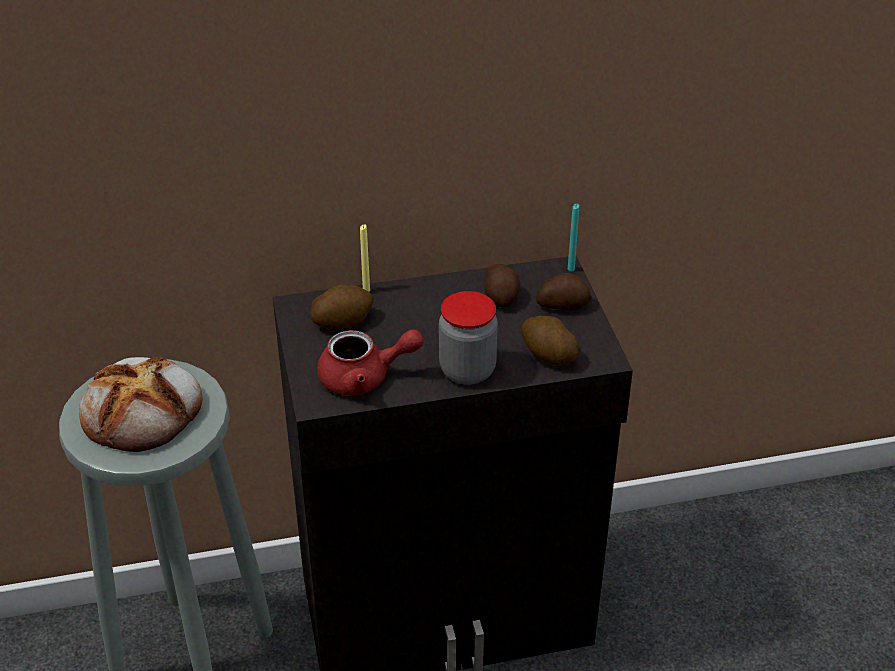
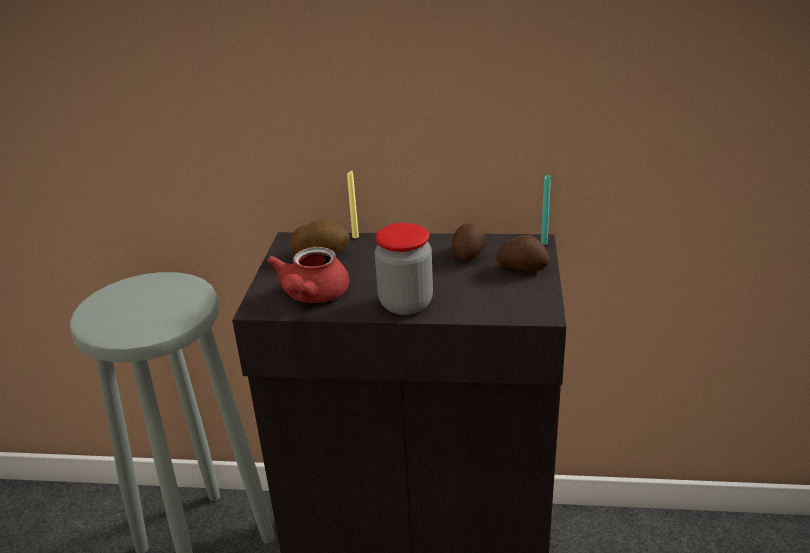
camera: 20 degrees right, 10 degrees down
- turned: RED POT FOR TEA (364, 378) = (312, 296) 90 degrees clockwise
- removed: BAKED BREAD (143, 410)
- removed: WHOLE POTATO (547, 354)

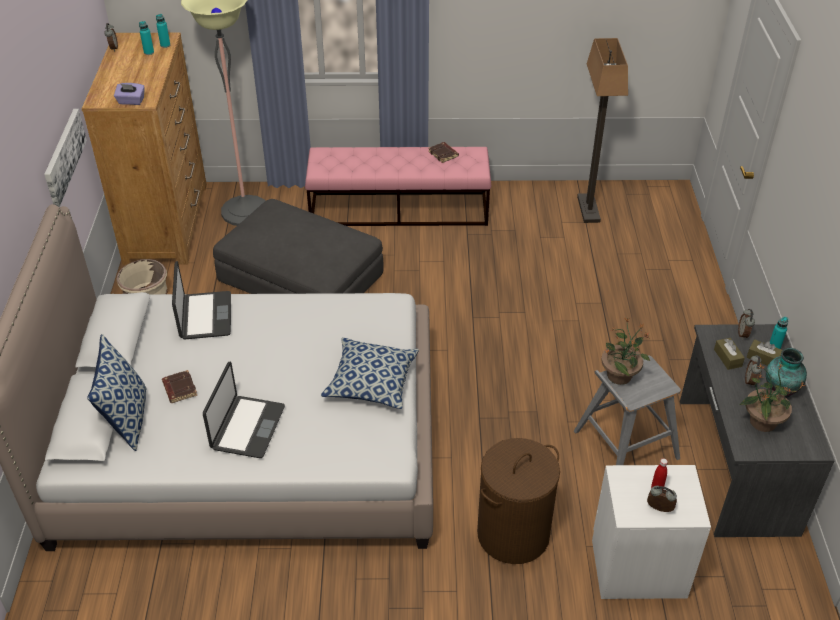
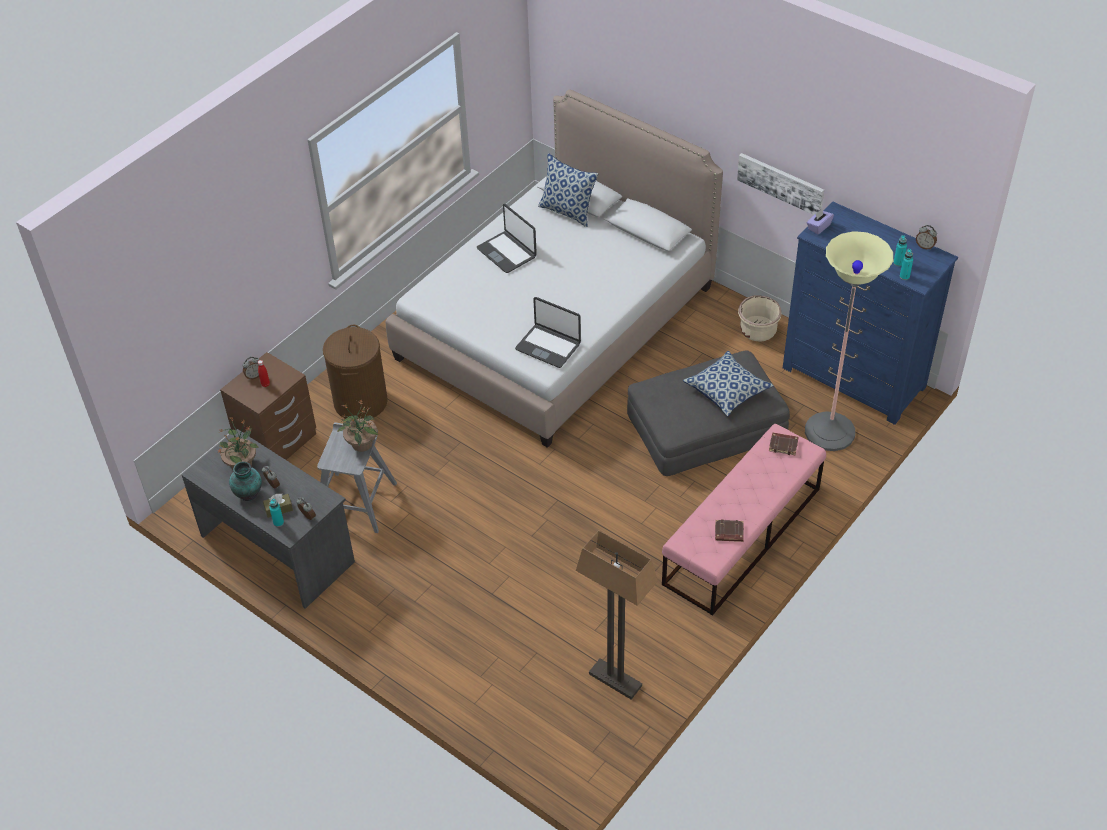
camera: 130 degrees right, 5 degrees up
- recoloured: WHITISH NIGHT TABLE (638, 566) to BROWN-COLOURED NIGHT TABLE (277, 442)
- moved: NOTEBOOK COMPUTER (205, 316) to (548, 346)
- moved: THROW PILLOW (371, 382) to (727, 391)
- moved: BROWN-COLOURED BOOK (179, 389) to (783, 445)
- recoloured: BROWN-COLOURED DRAWER CHEST (167, 222) to BLUE-COLOURED DRAWER CHEST (854, 378)
- removed: BROWN-COLOURED TISSUE BOX (727, 358)

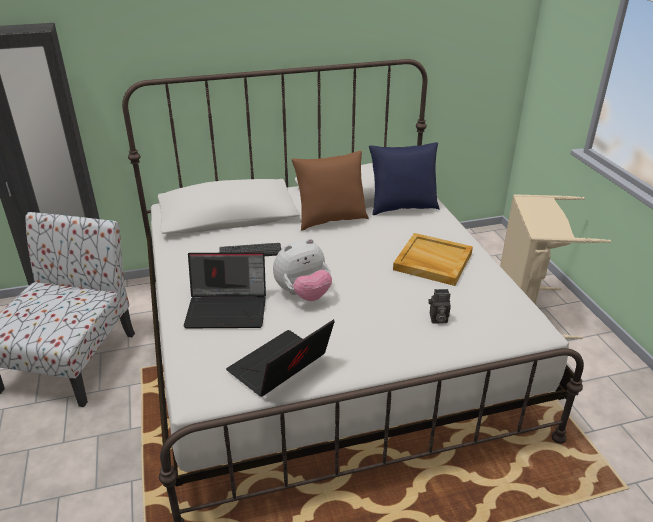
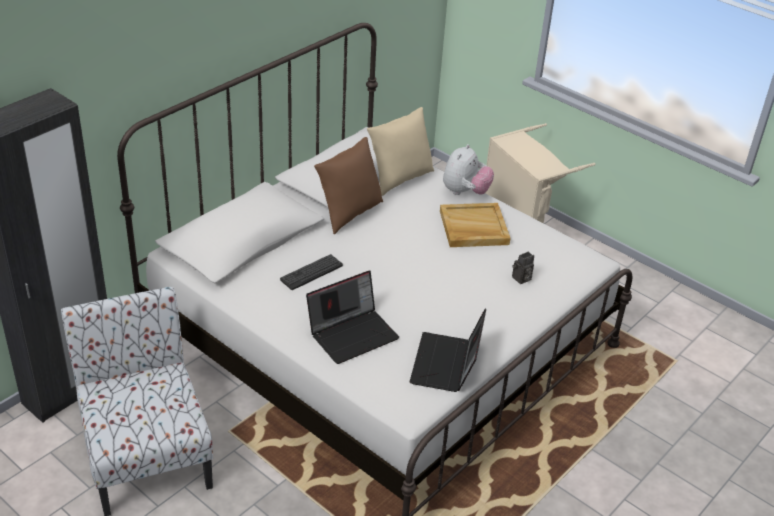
camera: 35 degrees left, 5 degrees up
- recoloured: BLUE-COLOURED THROW PILLOW (402, 207) to BEIGE THROW PILLOW (399, 179)
- moved: SOFT TOY (303, 294) to (465, 192)

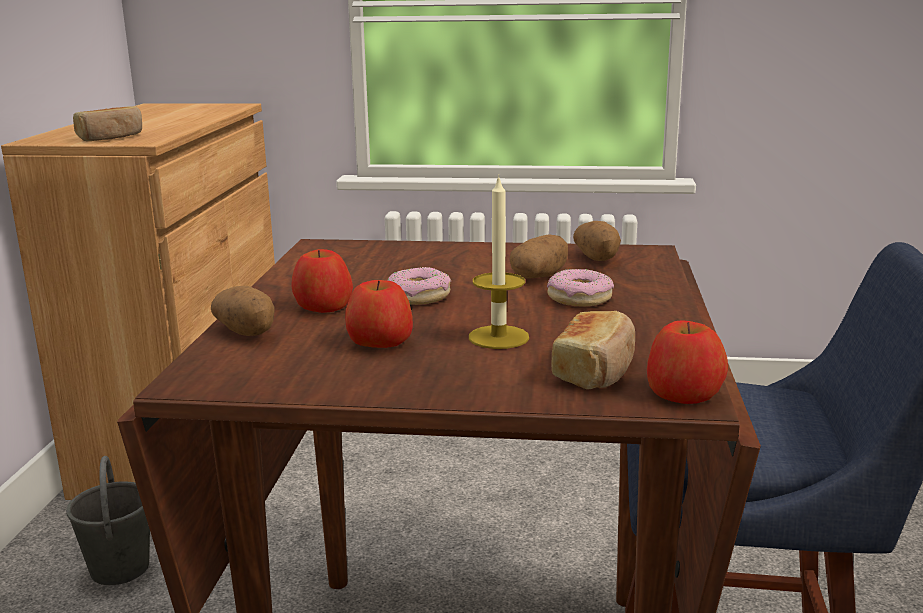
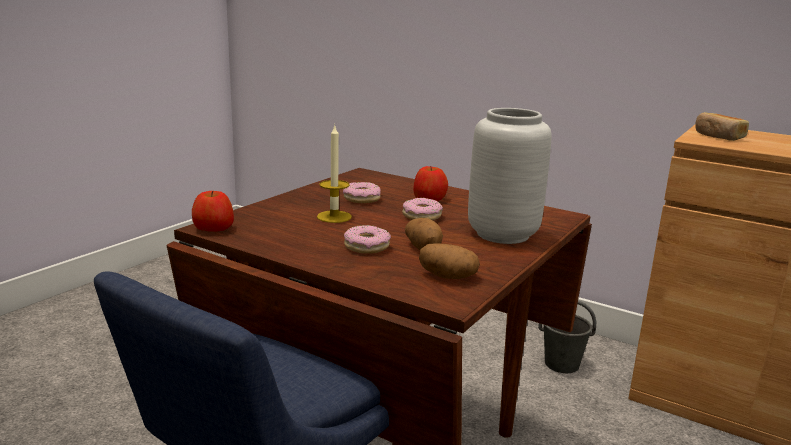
camera: 115 degrees right, 0 degrees up
- replaced: WHOLE APPLE (379, 342) to DOUGHNUT (362, 198)
- added: GREY FLOWER VASE (502, 234)
- removed: WHOLE POTATO (248, 332)
- removed: BAKED BREAD (596, 370)

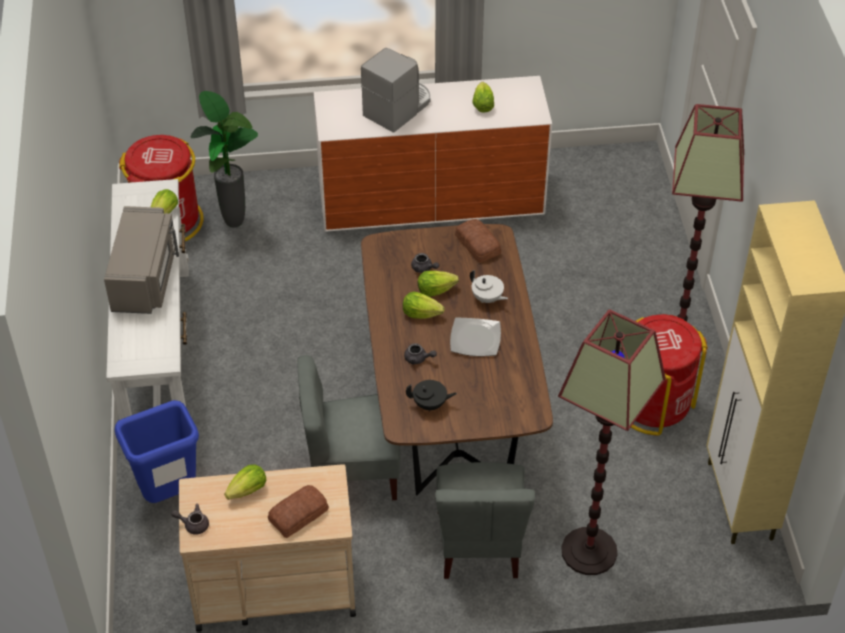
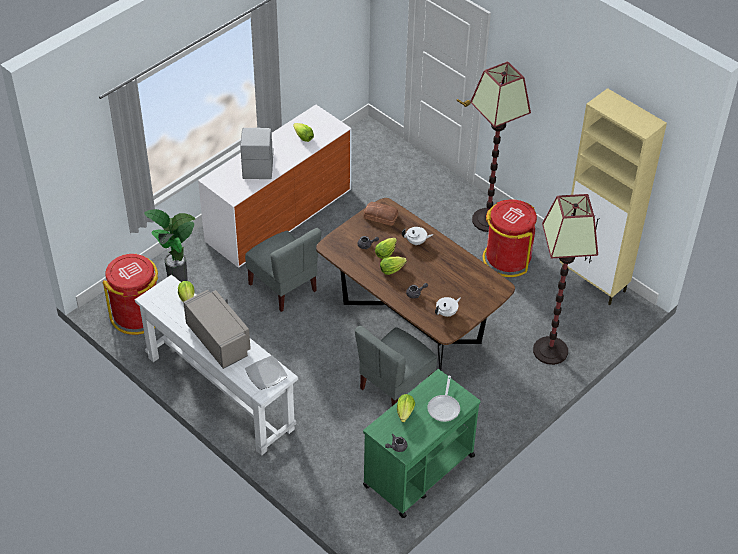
camera: 40 degrees left, 0 degrees up
- moved: GREY CHAIR (479, 544) to (284, 287)
- moved: DINNER PLATE (476, 338) to (266, 373)
- recoloured: BEIGE TROLLEY (273, 588) to GREENISH TROLLEY (418, 471)
- replaced: BAKED BREAD (299, 515) to FRYING PAN (444, 407)
- recoloured: BLACKISH POT FOR TEA (430, 404) to WHITISH POT FOR TEA (447, 313)
- removed: BLUE-COLOURED WASTE BIN (168, 495)

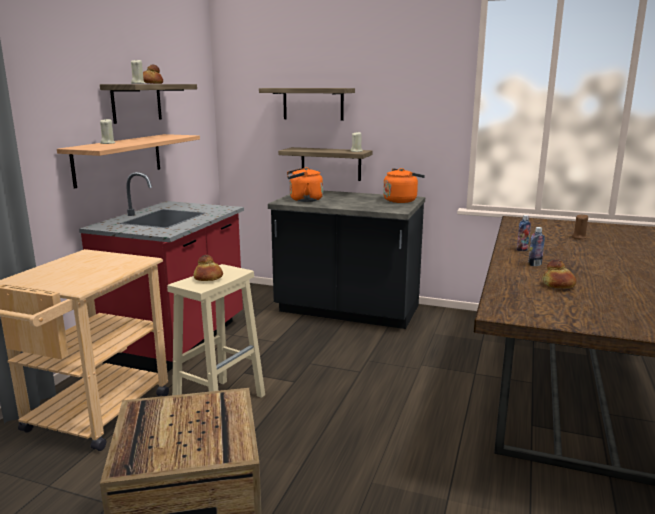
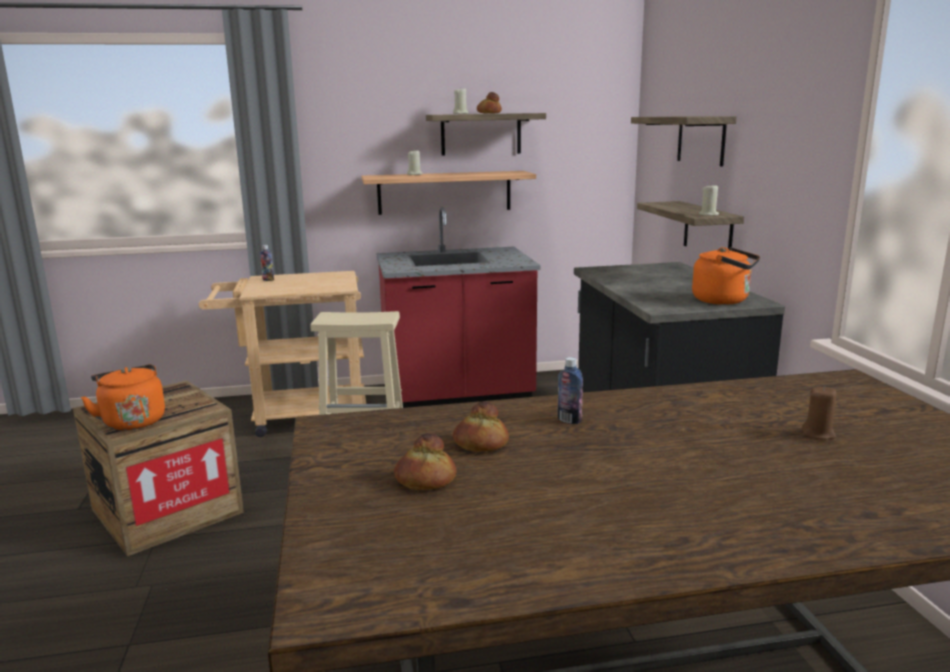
camera: 60 degrees right, 0 degrees up
- moved: ORANGE-COLOURED TEA KETTLE (303, 200) to (132, 421)
- moved: BOTTLE (522, 250) to (268, 280)
- moved: BAKED BREAD (208, 278) to (425, 480)

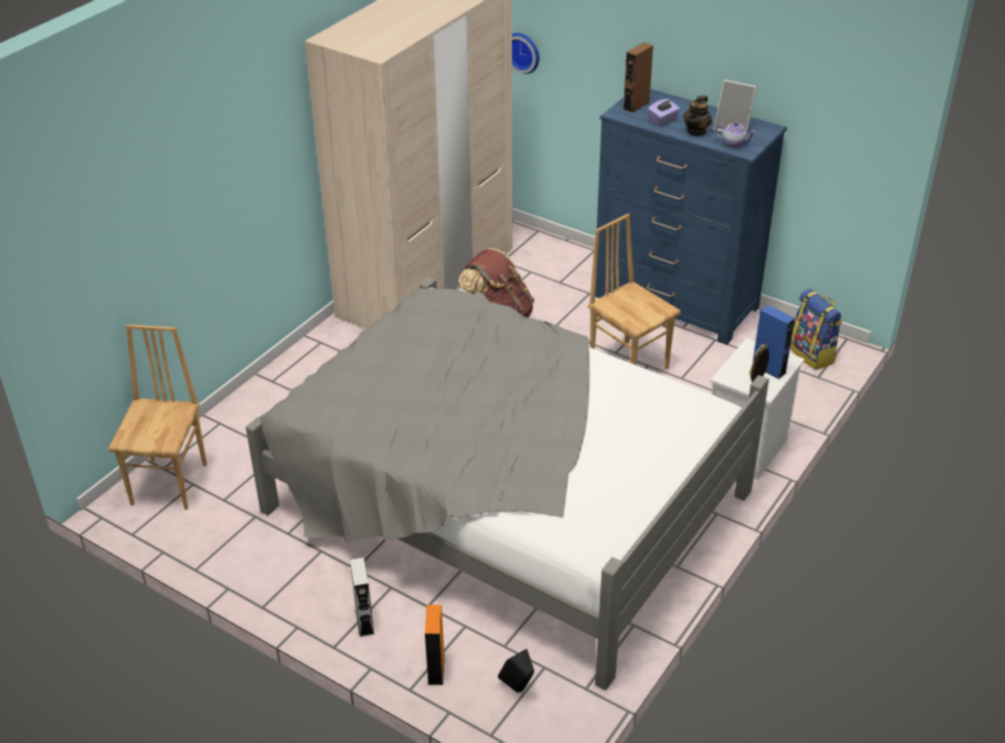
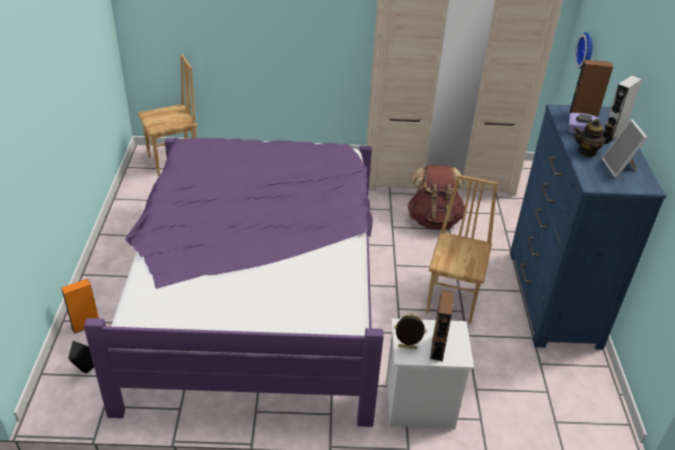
camera: 55 degrees right, 0 degrees up
- recoloured: GREY BEDROOM BED (503, 502) to PURPLE-COLOURED BEDROOM BED (256, 294)
- recoloured: BLUE-COLOURED LOUDSPEAKER (769, 369) to BROWN-COLOURED LOUDSPEAKER (437, 348)
- moved: GREY LOUDSPEAKER (364, 621) to (613, 133)
- removed: POT FOR TEA (733, 144)
- removed: RUCKSACK (812, 354)

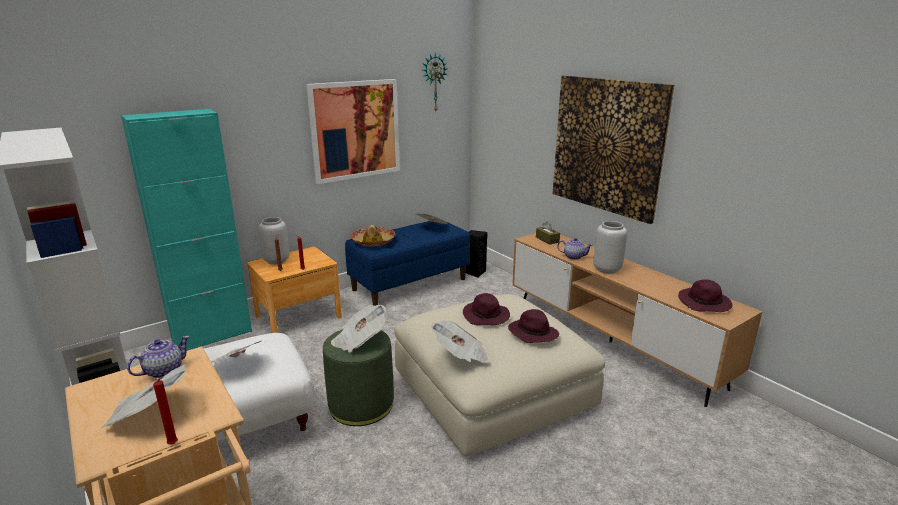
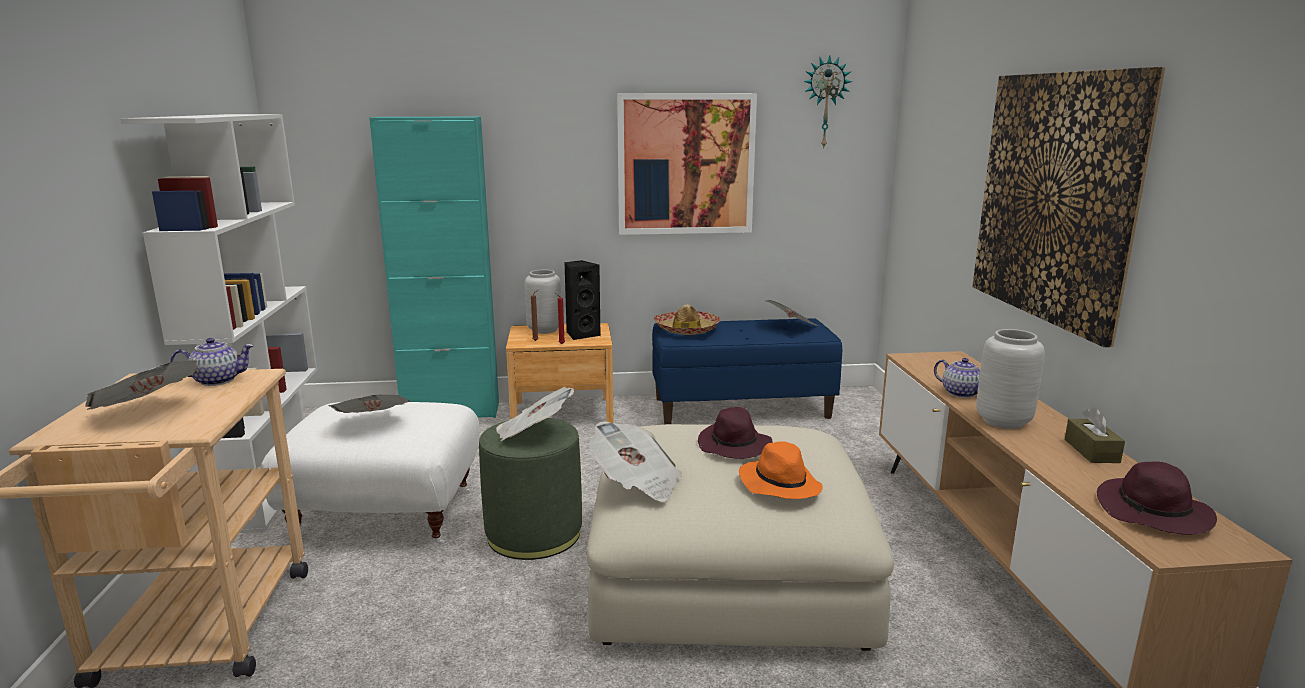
camera: 30 degrees right, 5 degrees down
- moved: BLACKISH LOUDSPEAKER (475, 272) to (581, 334)
- recoloured: PURPLE-COLOURED CLOTHING HAT (532, 333) to ORANGE-COLOURED CLOTHING HAT (779, 484)
- moved: BROWN-COLOURED TISSUE BOX (547, 239) to (1091, 451)
- removed: RED CANDLE (174, 444)

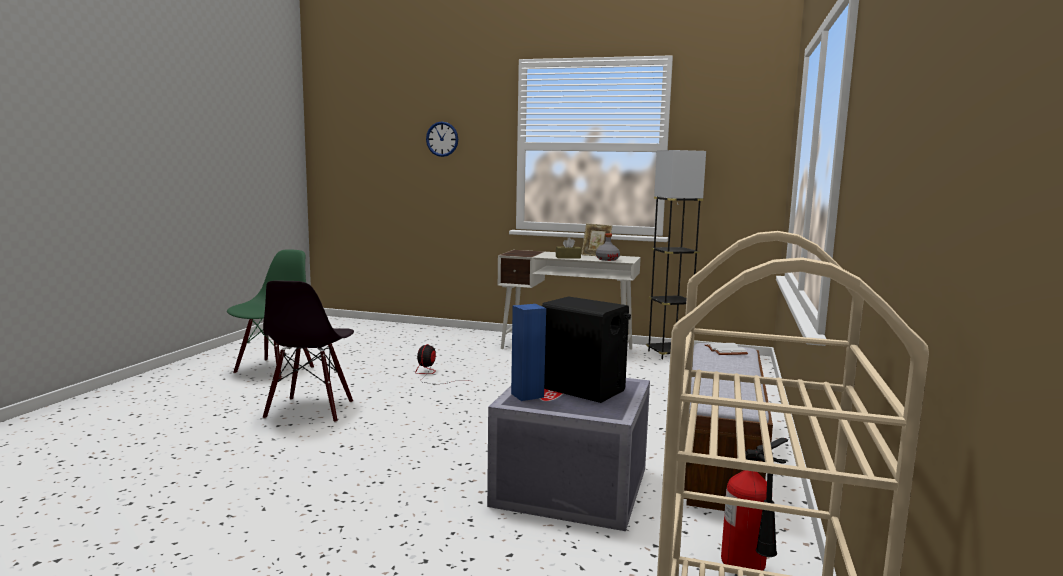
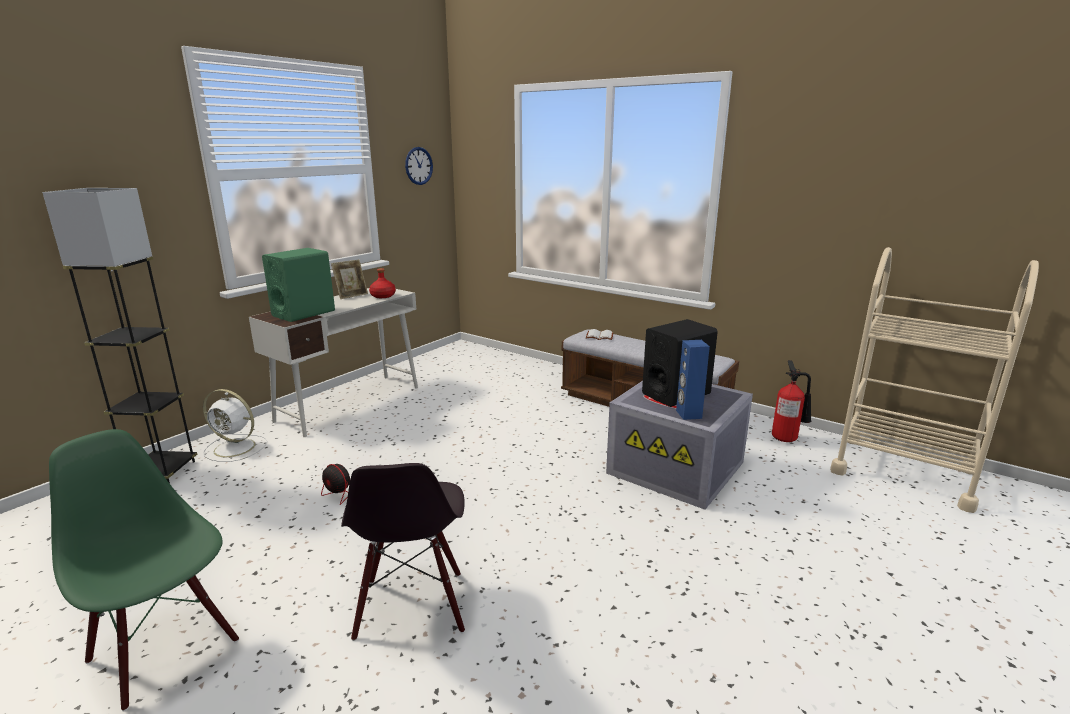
camera: 70 degrees left, 10 degrees up
- moved: GREY FLOOR LAMP (668, 354) to (162, 471)
- added: WHITISH ELECTRIC FAN (236, 448)
- added: GREENISH LOUDSPEAKER (304, 313)
- turned: BLACKISH CHAIR (310, 410) = (412, 606) 60 degrees clockwise
- recoloured: GREY BOTTLE (607, 259) to RED BOTTLE (382, 296)
- moved: CLOCK ON THE WALL (442, 139) to (418, 166)
- removed: BROWN-COLOURED TISSUE BOX (568, 257)

